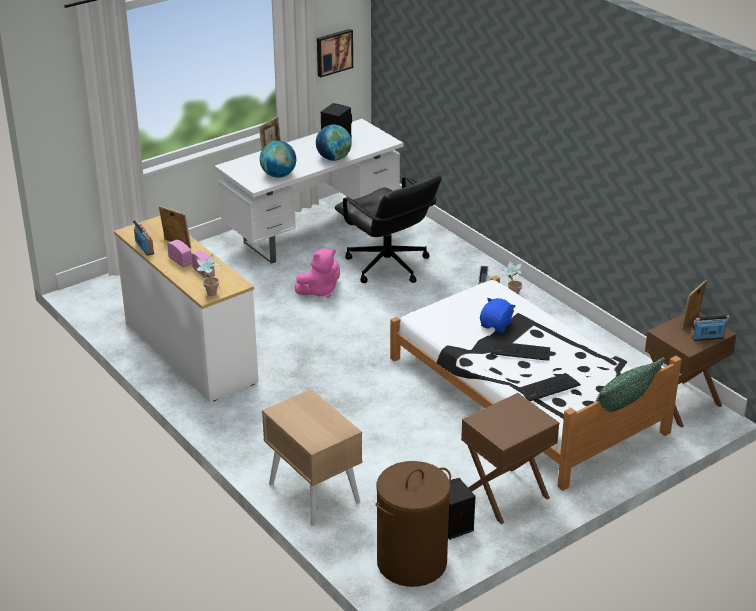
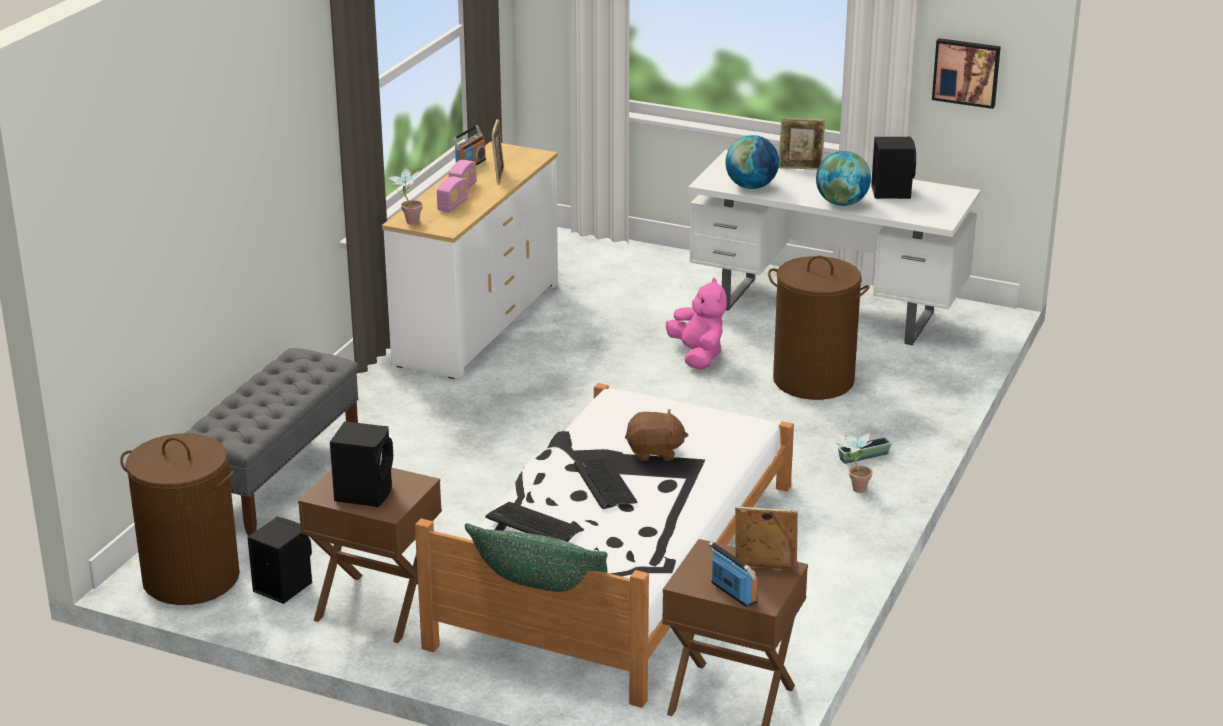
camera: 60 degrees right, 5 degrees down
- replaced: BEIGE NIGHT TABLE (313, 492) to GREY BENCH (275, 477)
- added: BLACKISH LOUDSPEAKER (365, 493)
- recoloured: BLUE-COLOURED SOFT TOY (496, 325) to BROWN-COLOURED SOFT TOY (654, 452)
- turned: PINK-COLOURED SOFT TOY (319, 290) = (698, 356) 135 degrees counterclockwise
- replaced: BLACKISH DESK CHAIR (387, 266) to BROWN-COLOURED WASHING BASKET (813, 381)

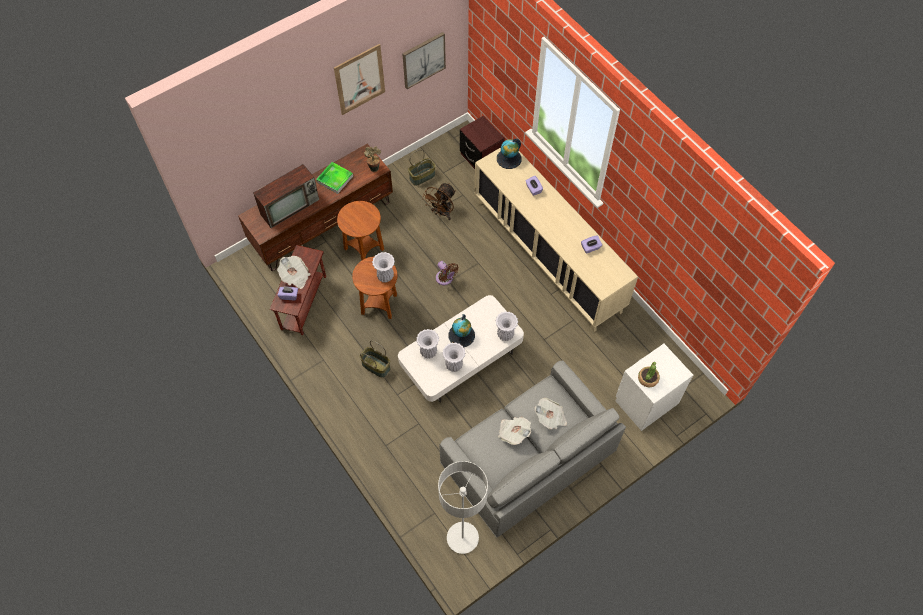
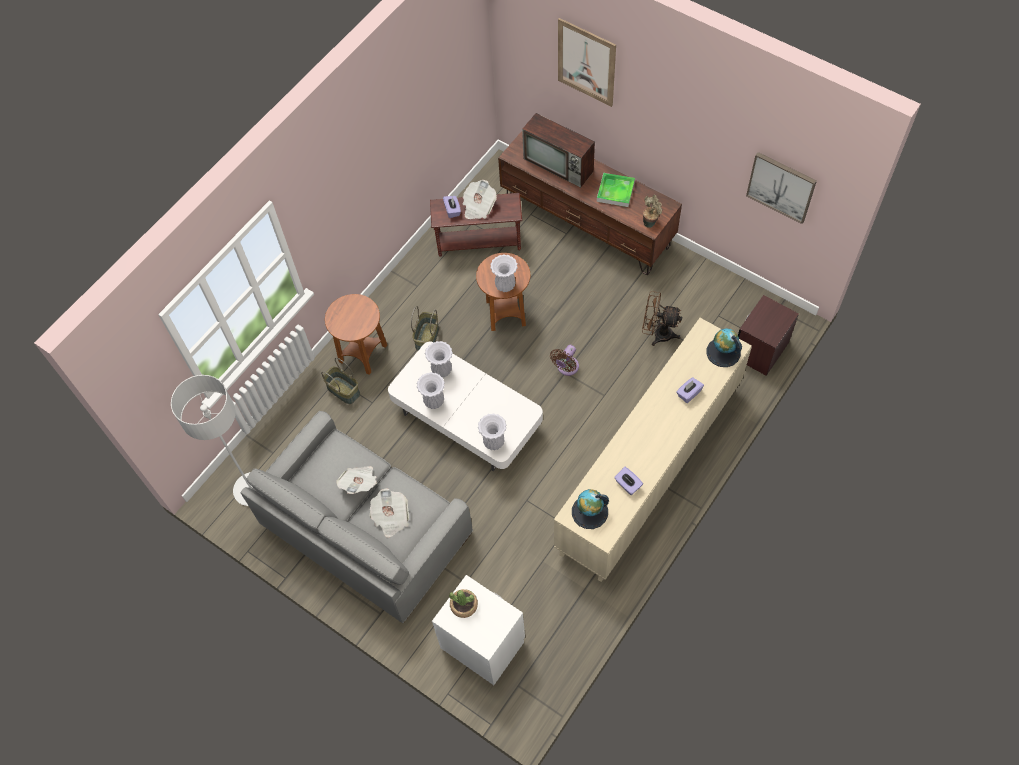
camera: 75 degrees right, 0 degrees up
- moved: BASKET (422, 176) to (344, 390)
- moved: BROWN-COLOURED END TABLE (364, 249) to (363, 353)
- moved: WALL PICTURE (360, 79) to (586, 62)
- moved: GLOBE (461, 335) to (589, 512)

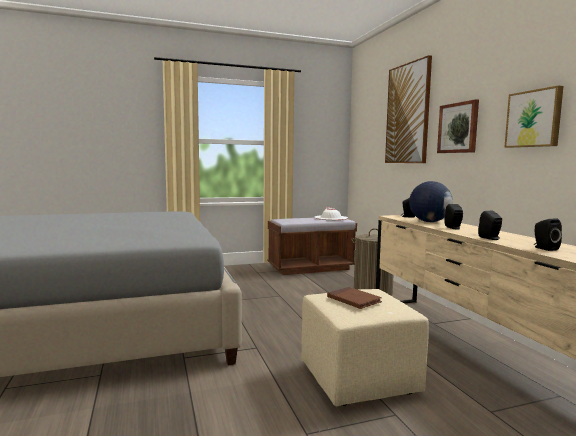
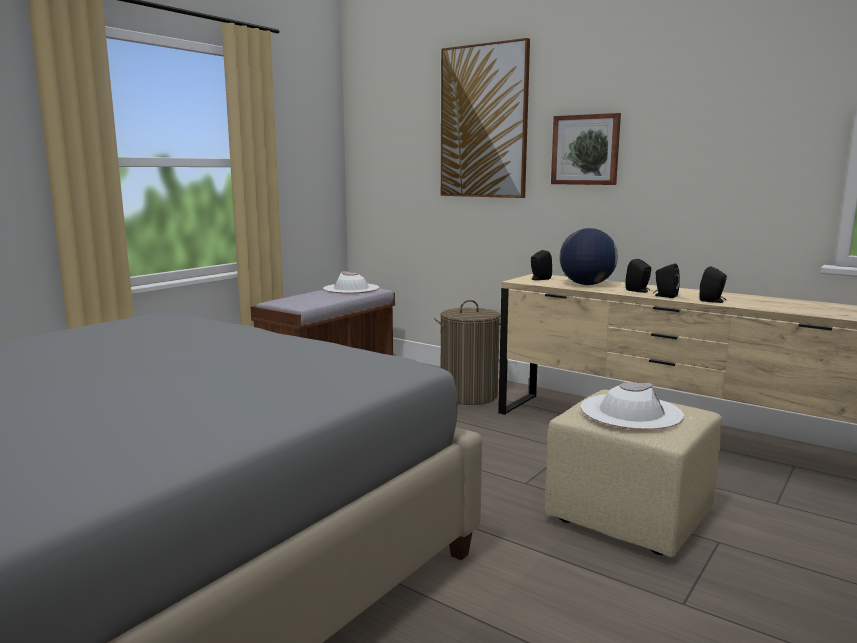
camera: 35 degrees left, 5 degrees up
- replaced: BROWN-COLOURED BOOK (353, 300) to WHITISH CLOTHING HAT (630, 412)
- moved: BLACKISH LOUDSPEAKER (544, 248) to (664, 296)
- removed: WALL PICTURE (534, 119)

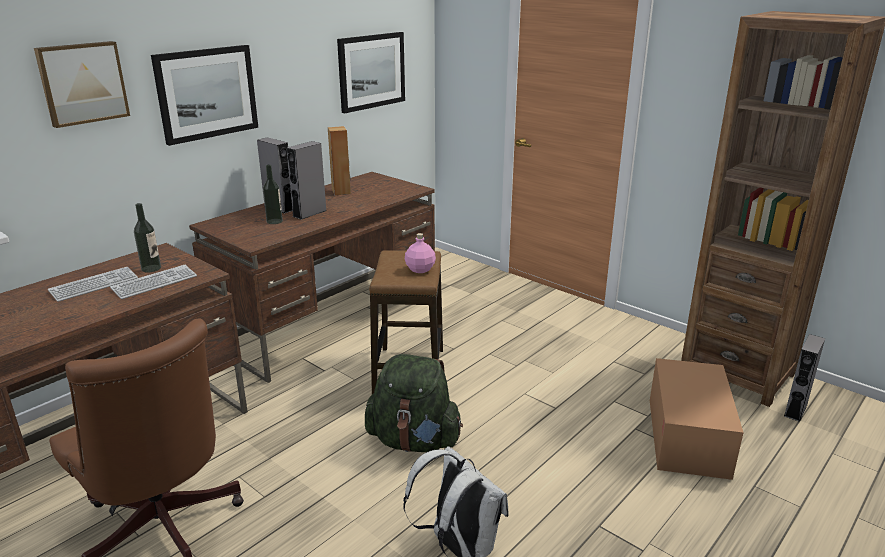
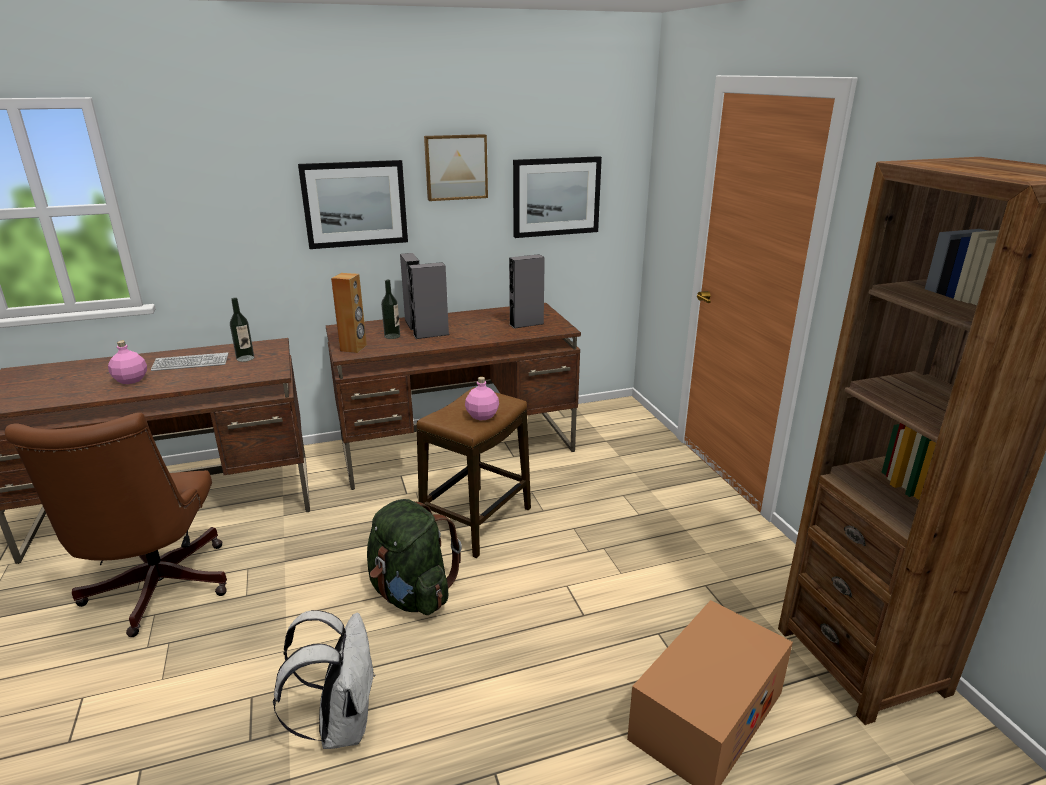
camera: 30 degrees right, 0 degrees up
- added: PINK-COLOURED BOTTLE (131, 380)
- moved: BROWN-COLOURED LOUDSPEAKER (341, 191) to (353, 348)
- moved: WALL PICTURE (82, 83) to (456, 167)
- moved: GREY LOUDSPEAKER (795, 409) to (526, 324)
- removed: KEYBOARD (154, 283)

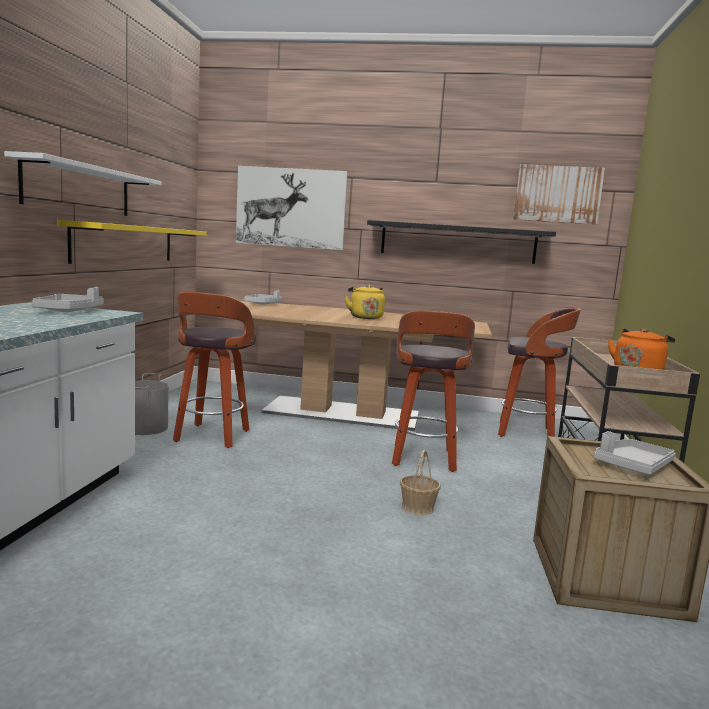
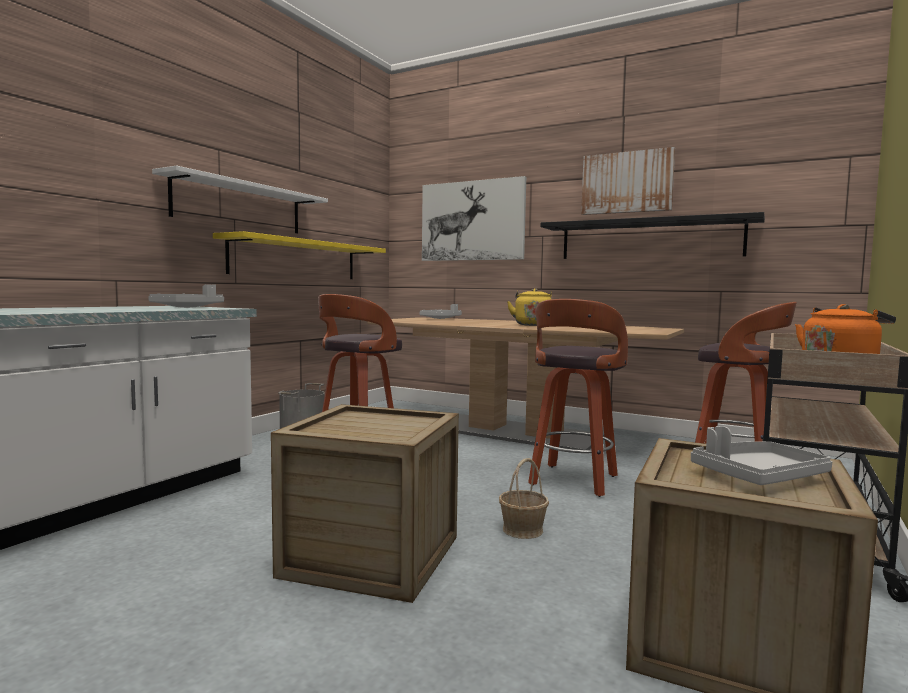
camera: 20 degrees right, 5 degrees down
- added: SHIPPING CRATE (372, 556)
- moved: WALL PICTURE (557, 194) to (627, 182)

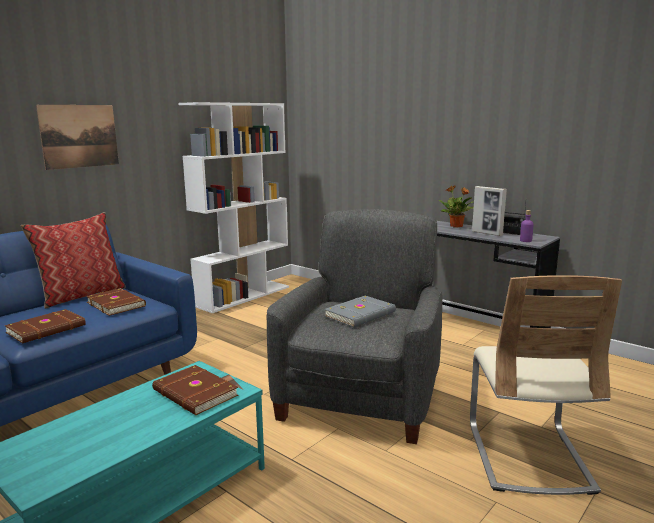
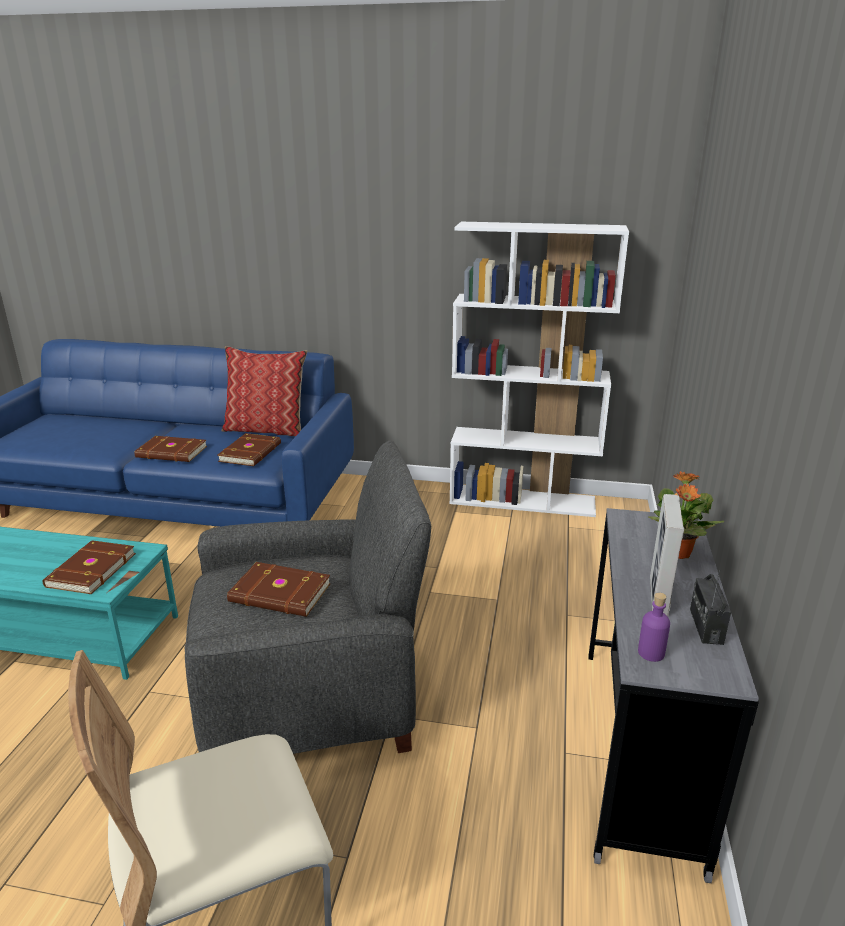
camera: 60 degrees right, 10 degrees up
- recoloured: GREY BOOK (361, 314) to BROWN-COLOURED BOOK (280, 594)
- removed: WALL PICTURE (79, 136)

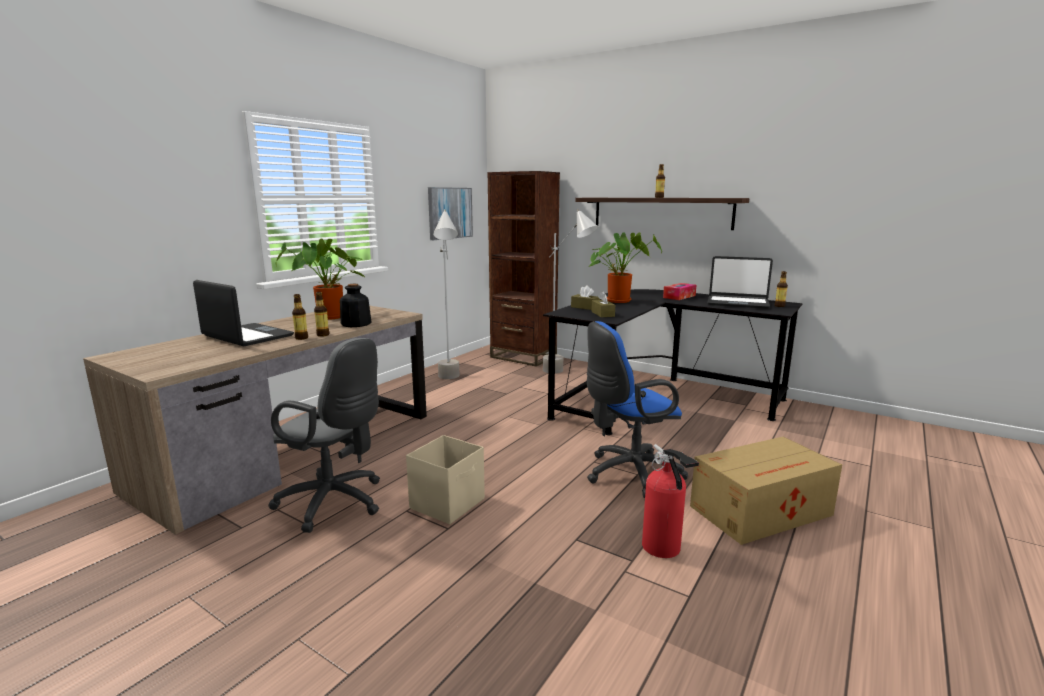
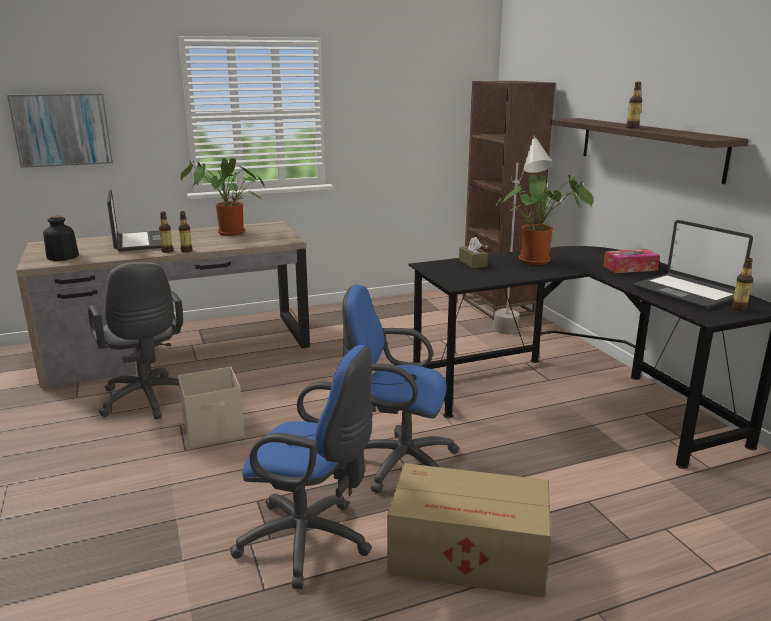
camera: 35 degrees right, 5 degrees up
- moved: WALL PICTURE (450, 213) to (62, 130)
- moved: BOTTLE (355, 324) to (62, 257)
- replaced: EXTINGUISHER (663, 549) to BLUE-COLOURED DESK CHAIR (311, 542)
- removed: GREY FLOOR LAMP (450, 381)
- removed: BROWN-COLOURED TISSUE BOX (602, 314)

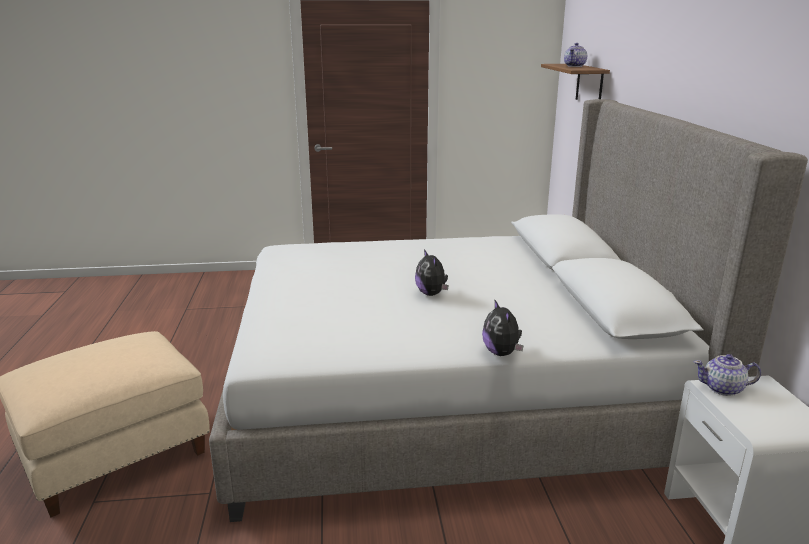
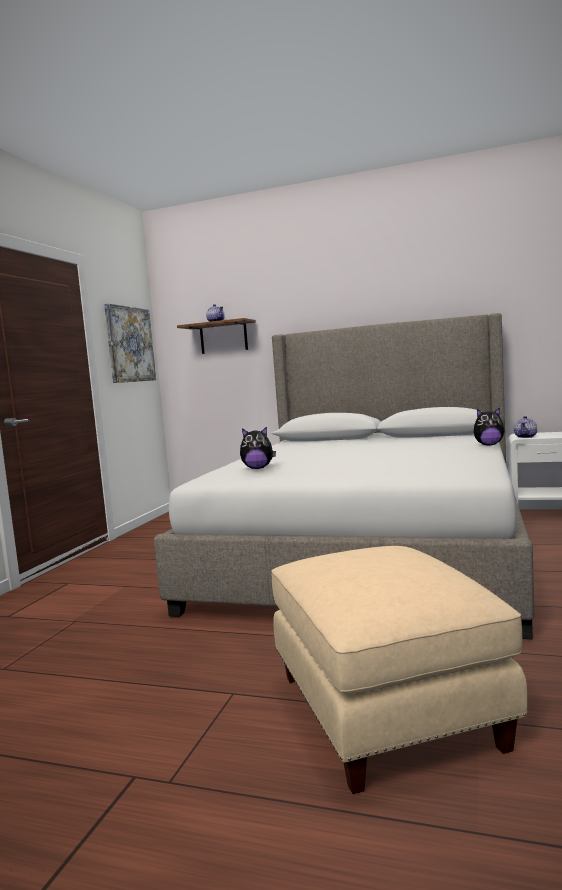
camera: 65 degrees left, 15 degrees down
- added: WALL PICTURE (129, 344)
- moved: SOFT TOY (432, 294) to (258, 468)

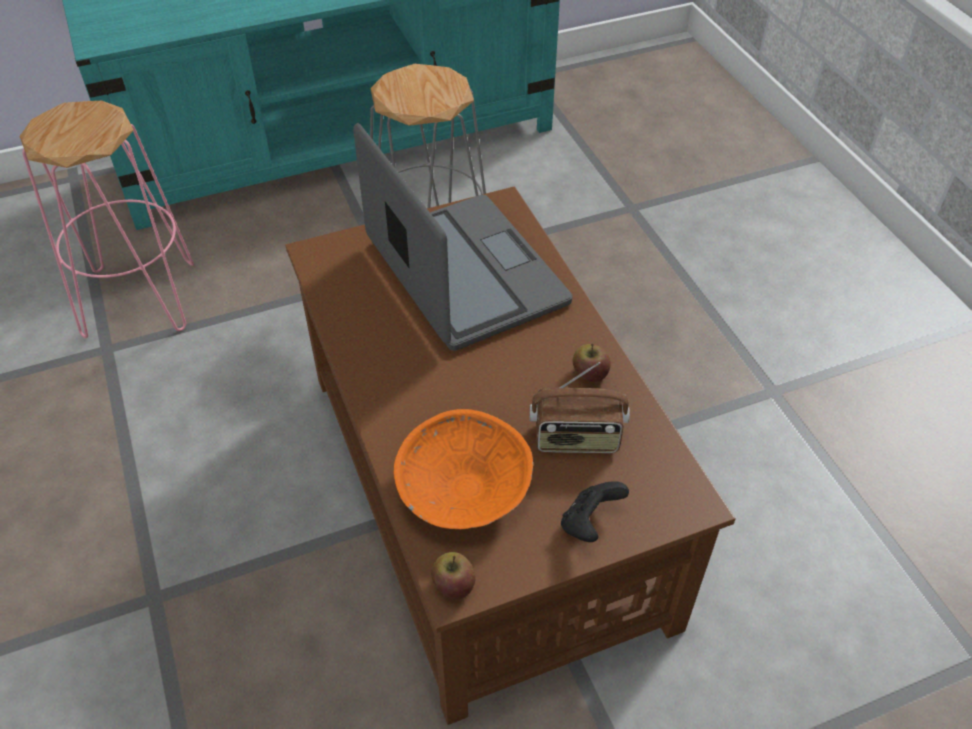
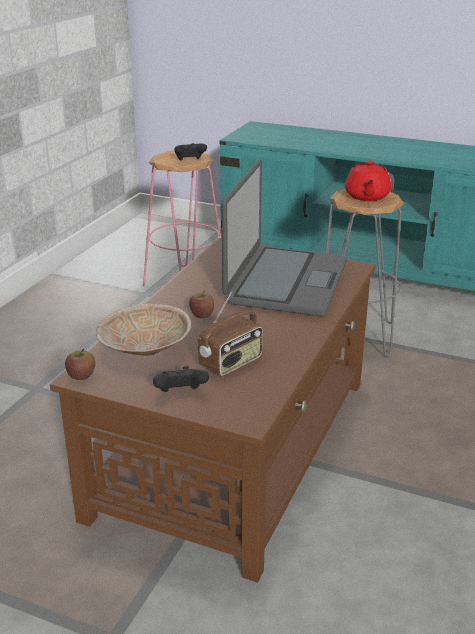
camera: 45 degrees right, 20 degrees down
- recoloured: ORANGE-COLOURED BOWL (463, 490) to BEIGE BOWL (144, 349)
- added: BLACKISH GAMEPAD (190, 161)
- moved: WHOLE APPLE (590, 374) to (202, 315)
- turned: RADIO SET (576, 439) = (231, 363) 90 degrees counterclockwise
- added: RED POT FOR TEA (366, 196)

